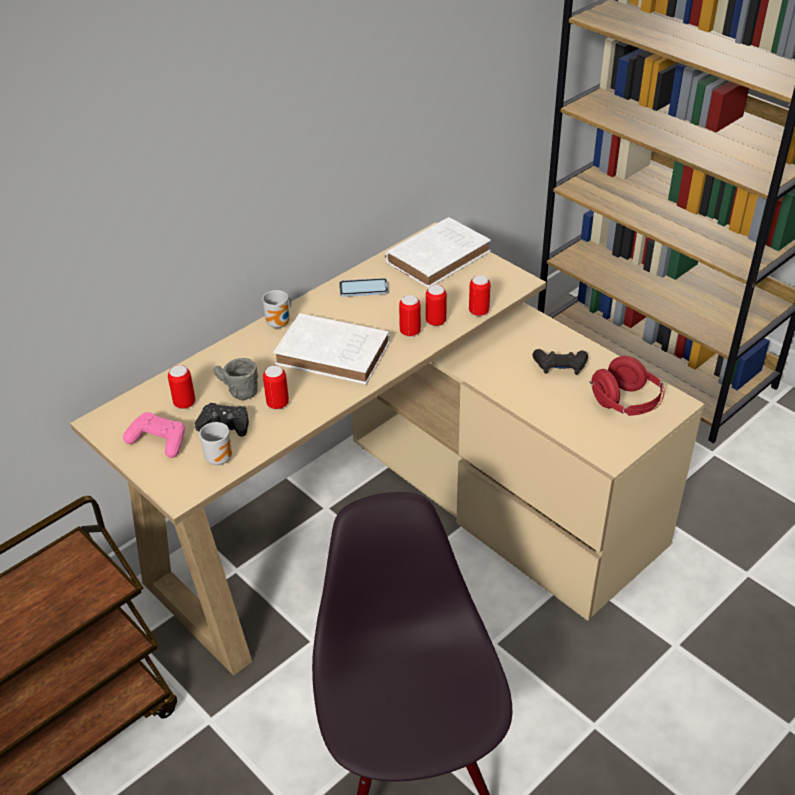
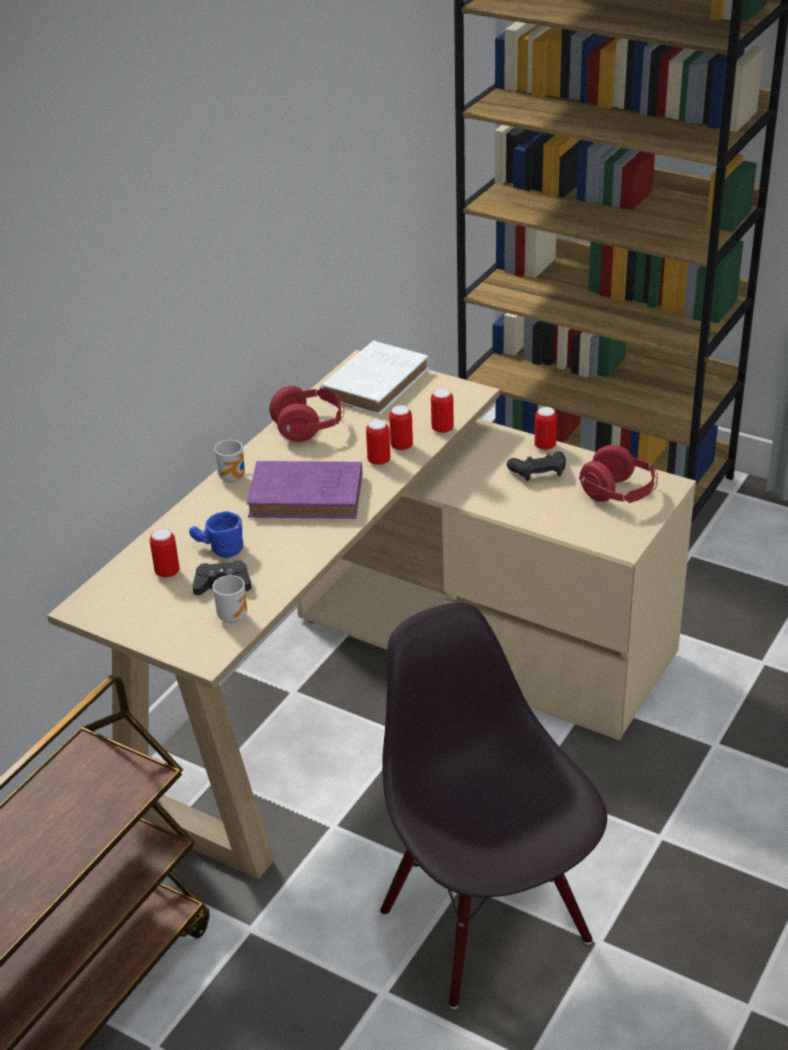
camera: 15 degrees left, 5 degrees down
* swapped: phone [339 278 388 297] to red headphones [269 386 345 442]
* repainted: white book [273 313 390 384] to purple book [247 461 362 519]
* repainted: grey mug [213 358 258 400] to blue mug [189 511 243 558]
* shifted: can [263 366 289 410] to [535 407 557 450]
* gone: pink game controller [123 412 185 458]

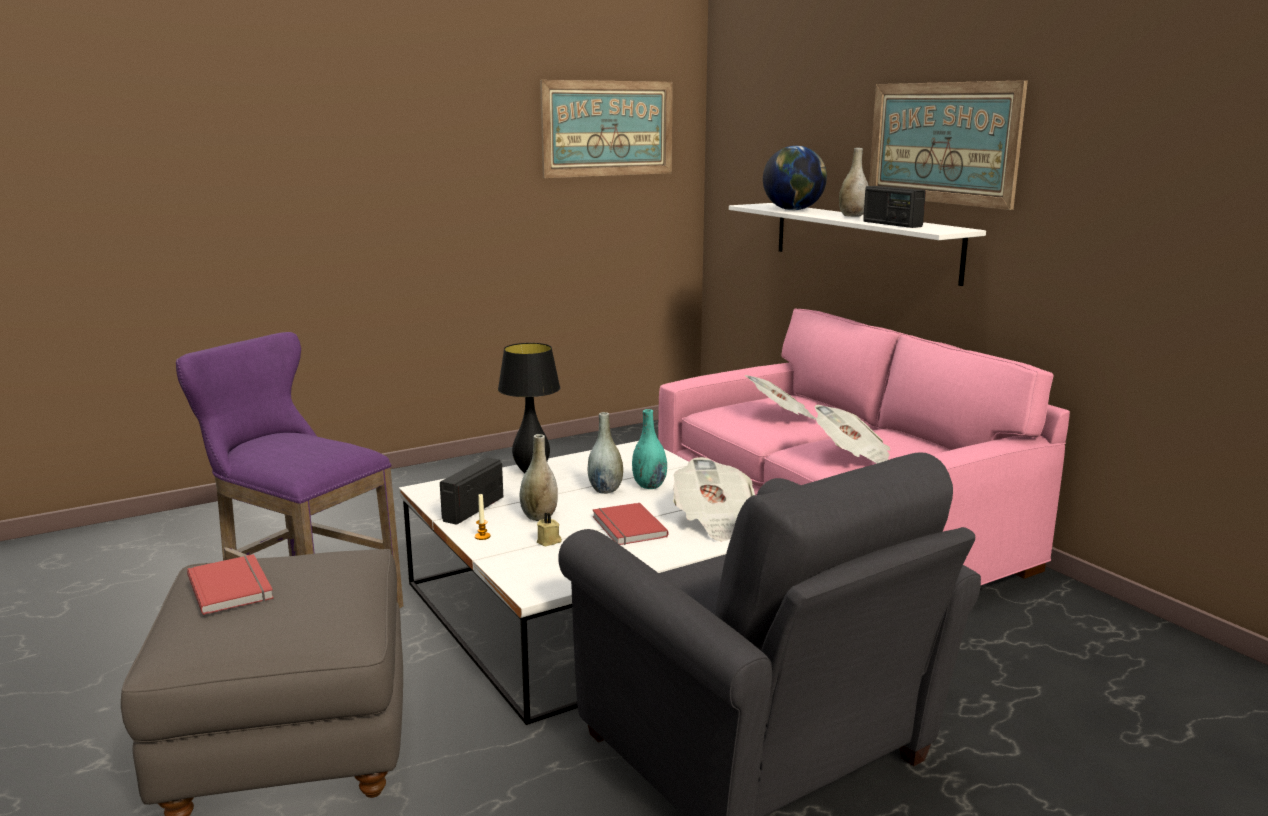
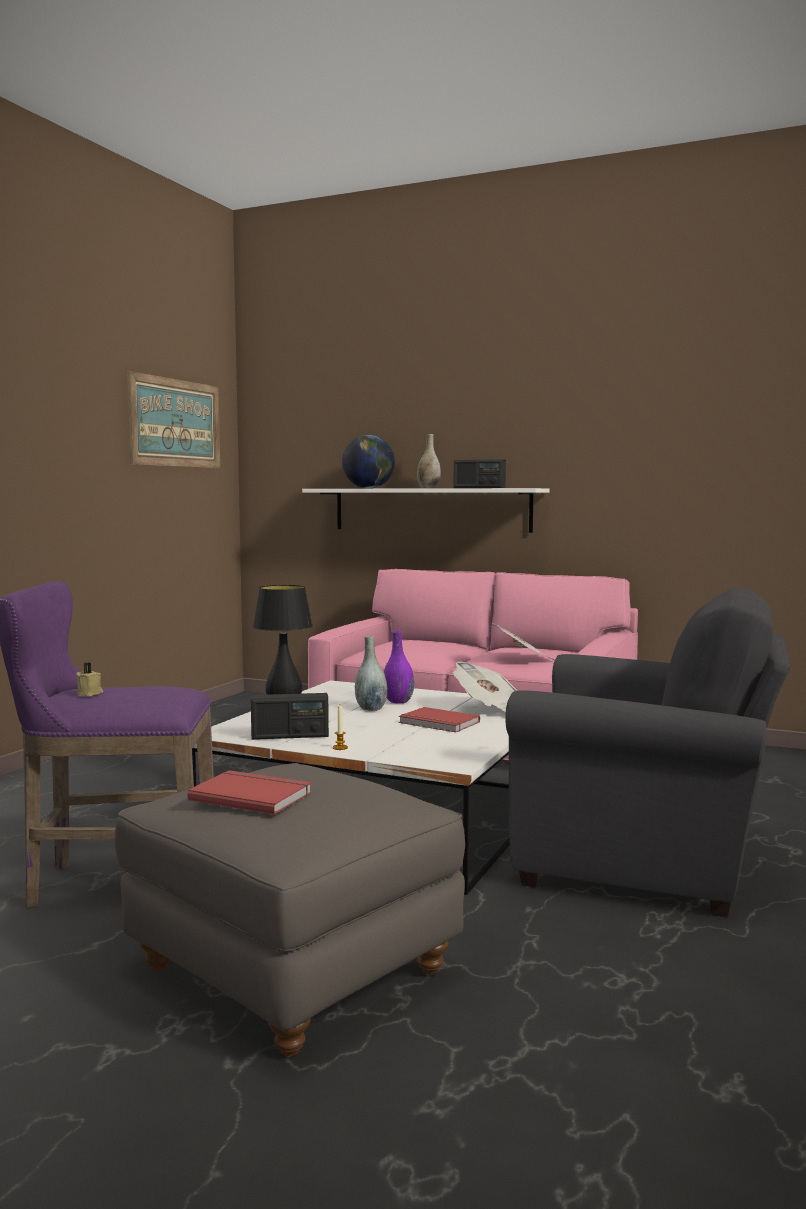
camera: 35 degrees left, 10 degrees down
* gone: picture [869 80 1028 210]
* gone: newspaper [745 375 816 420]
* repainted: turquoise vase [632 409 667 489] to purple vase [384 631 414 703]
* gone: grey vase [520 434 558 521]
* rotated: radio [440 457 503 525] = [251 693 329 740] 90 degrees counterclockwise
* shifted: beige candle [537 513 562 546] to [76 662 103 696]

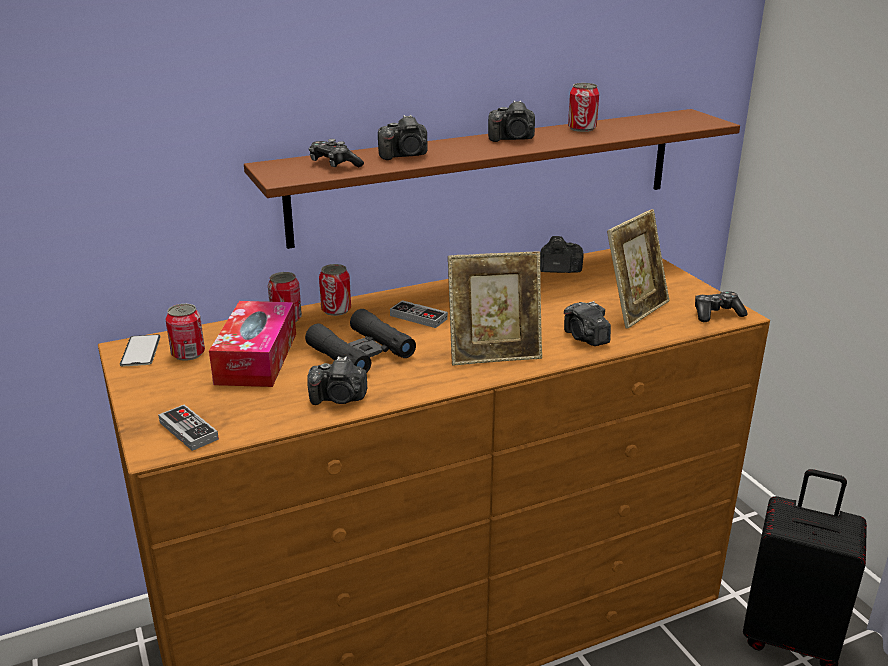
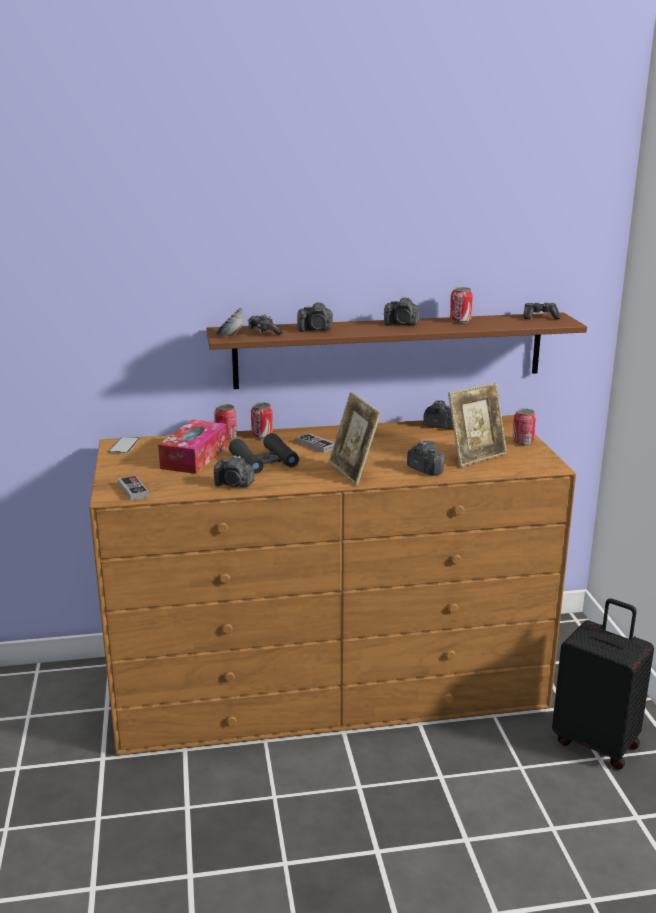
camera: 15 degrees right, 5 degrees down
* rotated: picture frame [448 251 542 366] = [329 392 381 485] 60 degrees clockwise
* shifted: game controller [695 291 748 322] to [523 303 561 319]
* rotated: photo camera [564 301 611 346] = [407 441 445 476] 150 degrees clockwise
* shifted: can [165 304 205 361] to [512 408 536 445]
* new: bowl [215 307 243 336]

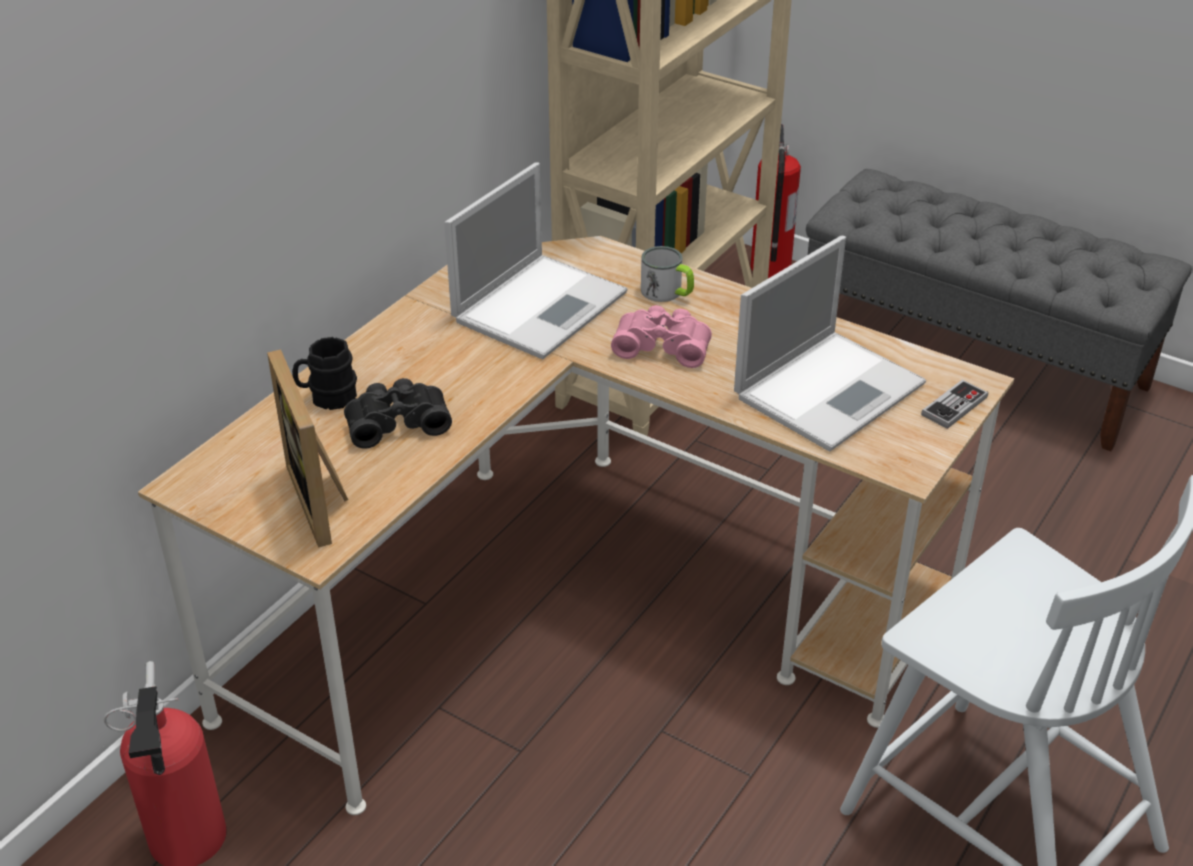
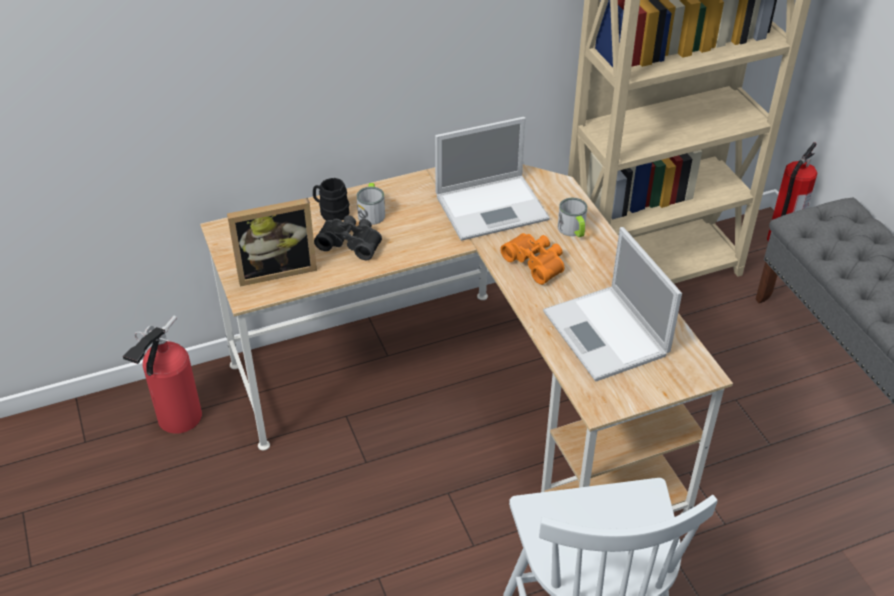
camera: 35 degrees right, 5 degrees up
* rotated: laptop [734 236 926 452] = [543 227 682 382] 75 degrees clockwise
* repainted: pink binoculars [611 305 712 368] to orange binoculars [500 233 564 285]
* rotated: picture frame [267 349 348 548] = [227 198 317 287] 120 degrees counterclockwise
* gone: game controller [921 379 988 429]
* new: mug [357 183 385 225]

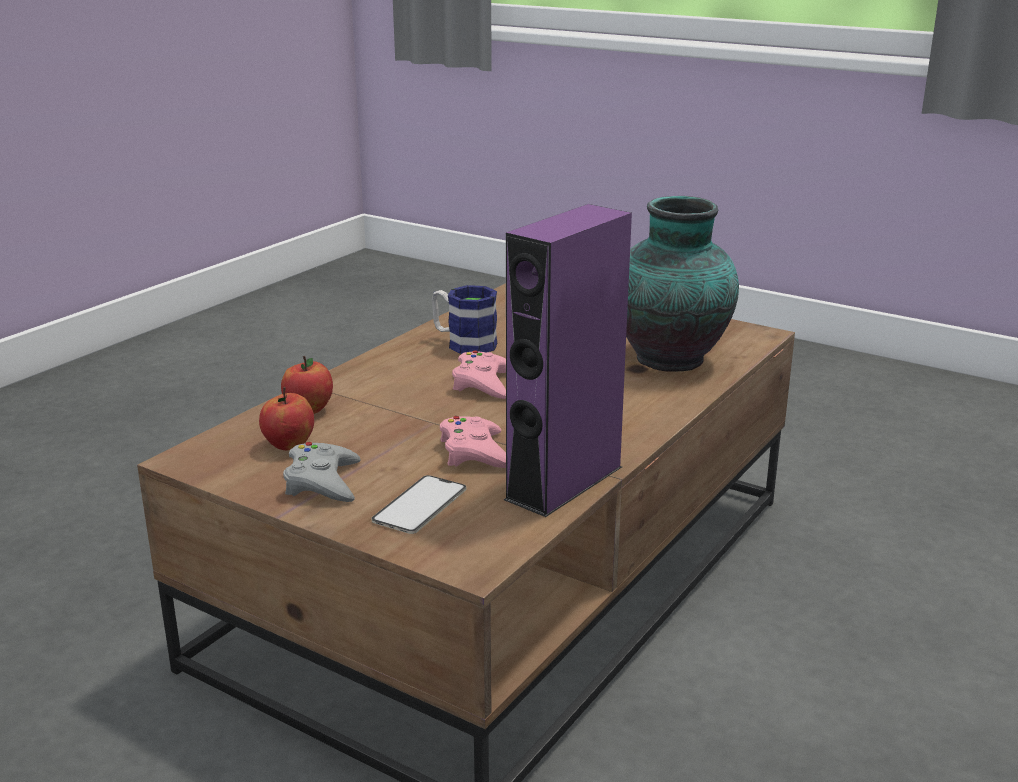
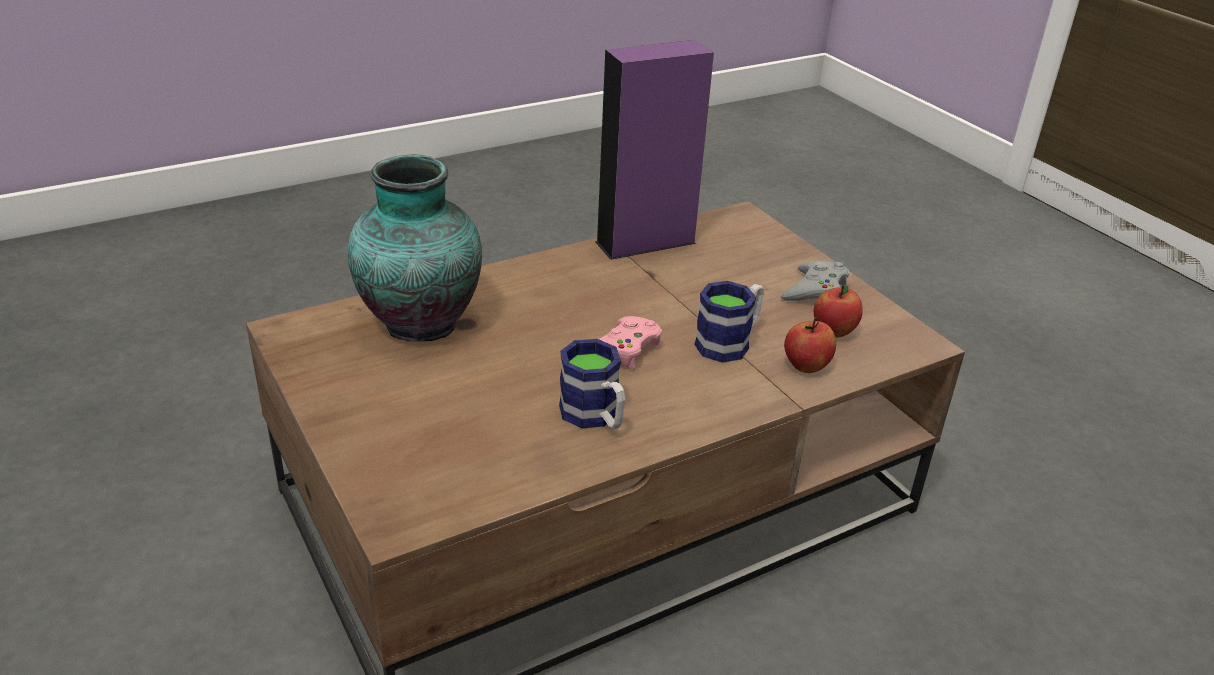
camera: 155 degrees left, 10 degrees up
* gone: pink game controller [440 416 506 468]
* gone: phone [372 475 467 534]
* new: mug [694 281 764 363]

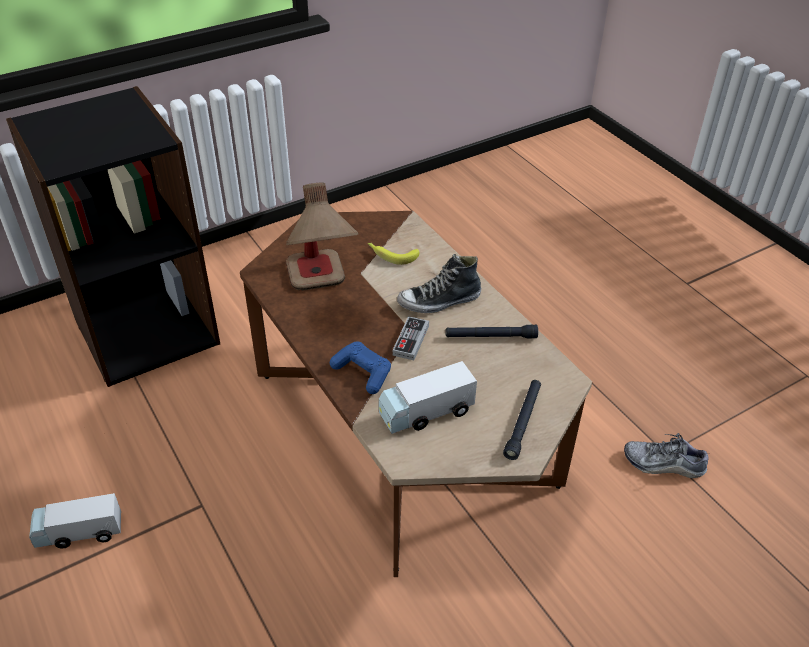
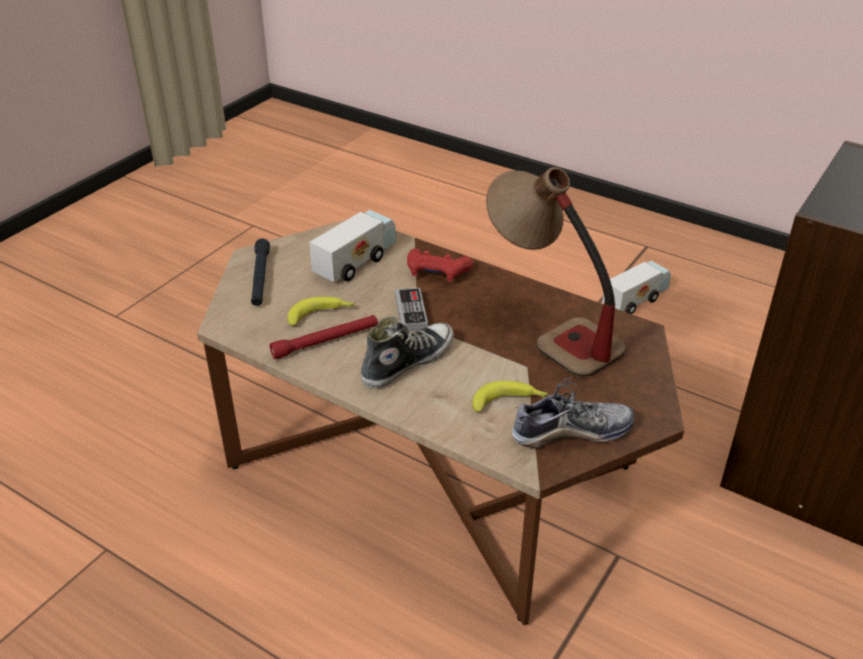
camera: 155 degrees right, 5 degrees down
* repainted: black flashlight [446 324 538 339] to red flashlight [270 315 378 359]
* repainted: blue game controller [330 341 391 394] to red game controller [407 249 473 282]
* shifted: shoe [624 433 713 478] to [511 377 634 448]
* new: banana [287 296 355 326]

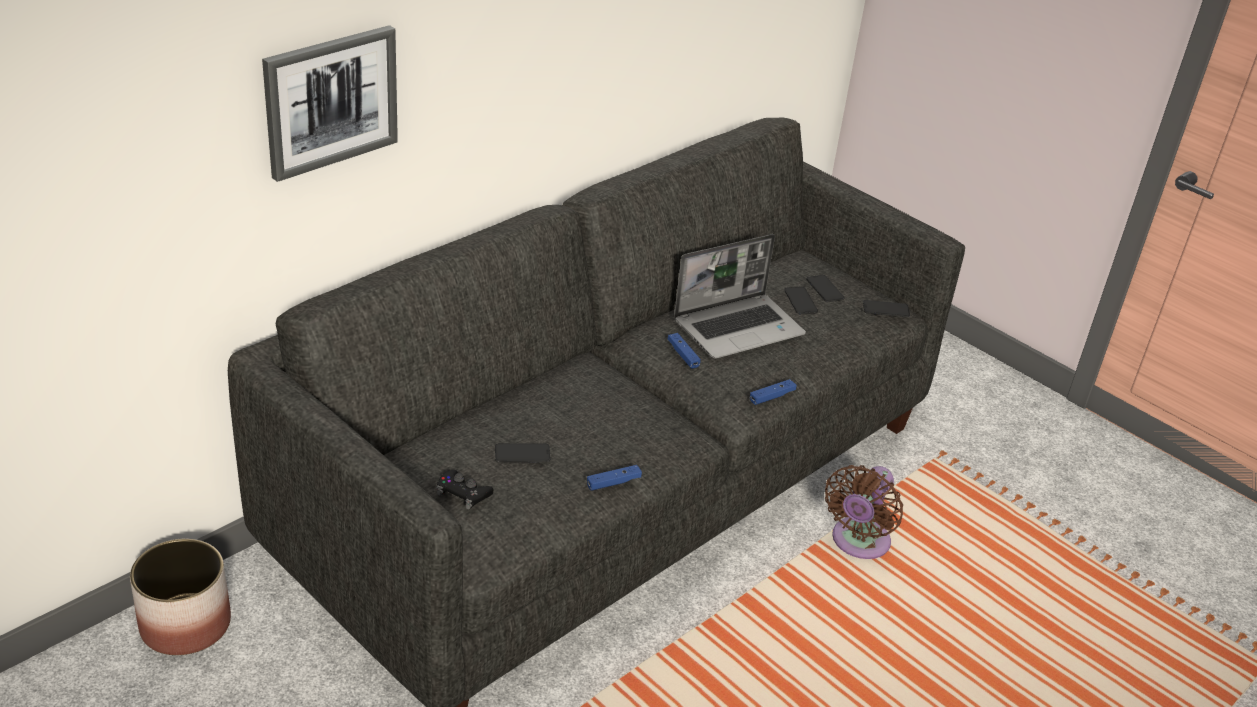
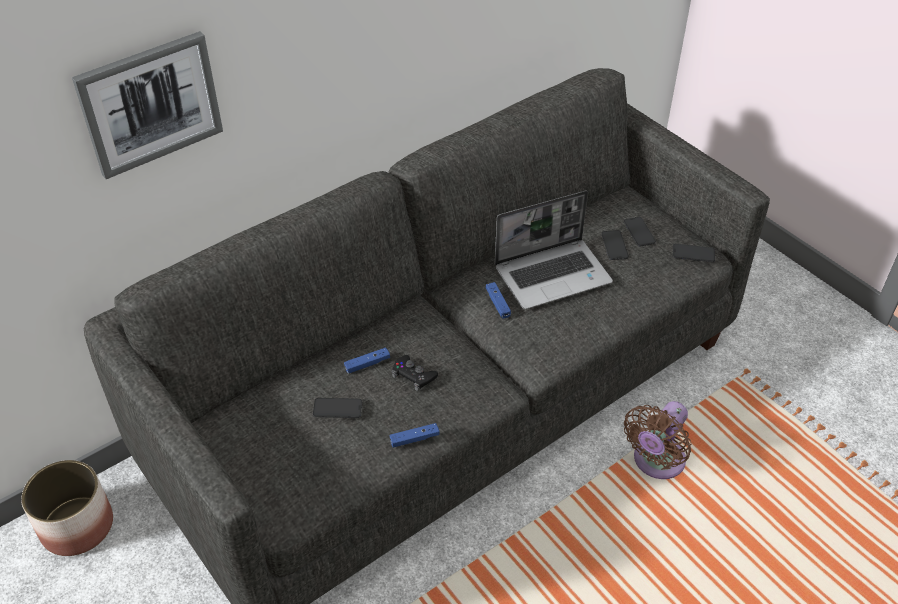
camera: 10 degrees right, 10 degrees up
* shifted: blue game controller [750 379 797 405] to [344 347 390 374]
* shifted: black game controller [437 470 493 509] to [392 355 438 391]

